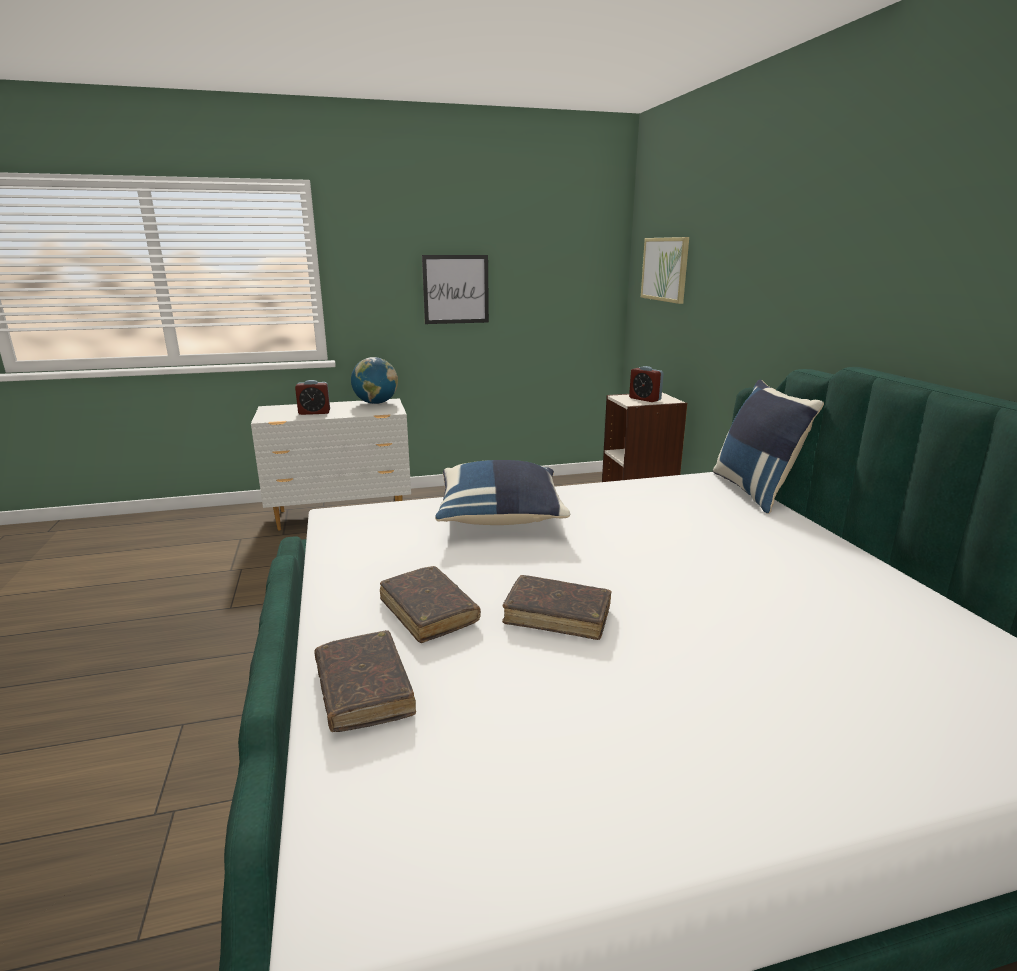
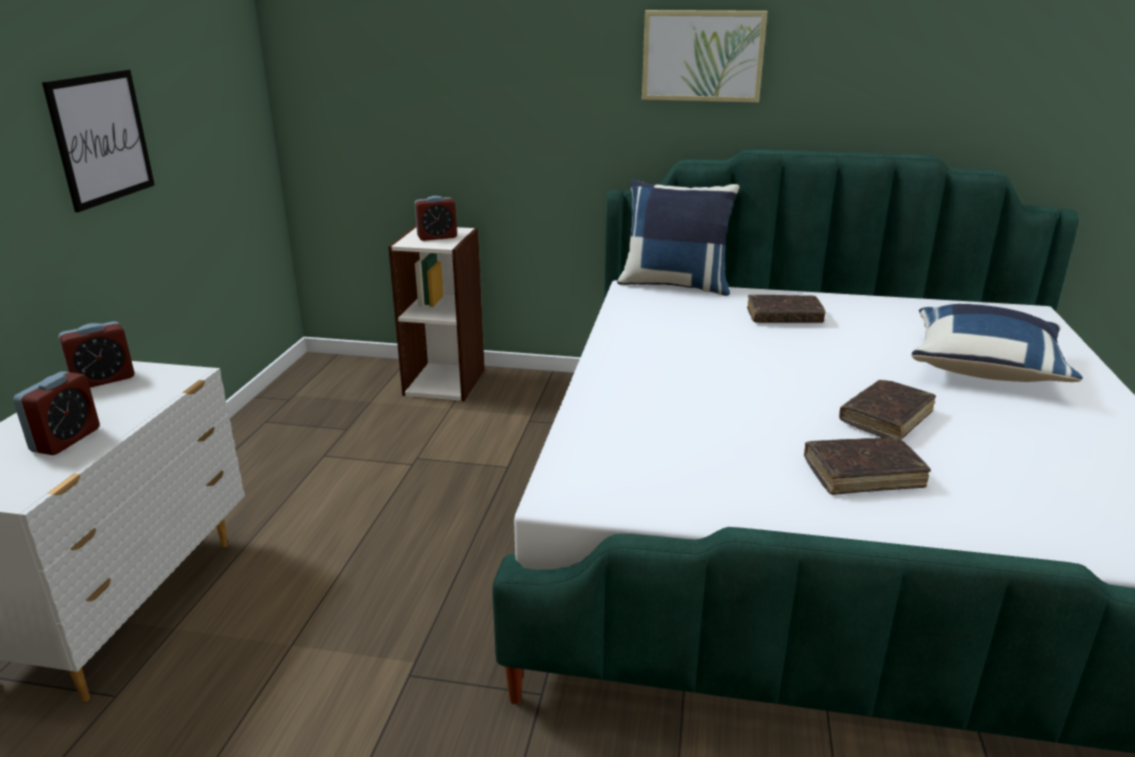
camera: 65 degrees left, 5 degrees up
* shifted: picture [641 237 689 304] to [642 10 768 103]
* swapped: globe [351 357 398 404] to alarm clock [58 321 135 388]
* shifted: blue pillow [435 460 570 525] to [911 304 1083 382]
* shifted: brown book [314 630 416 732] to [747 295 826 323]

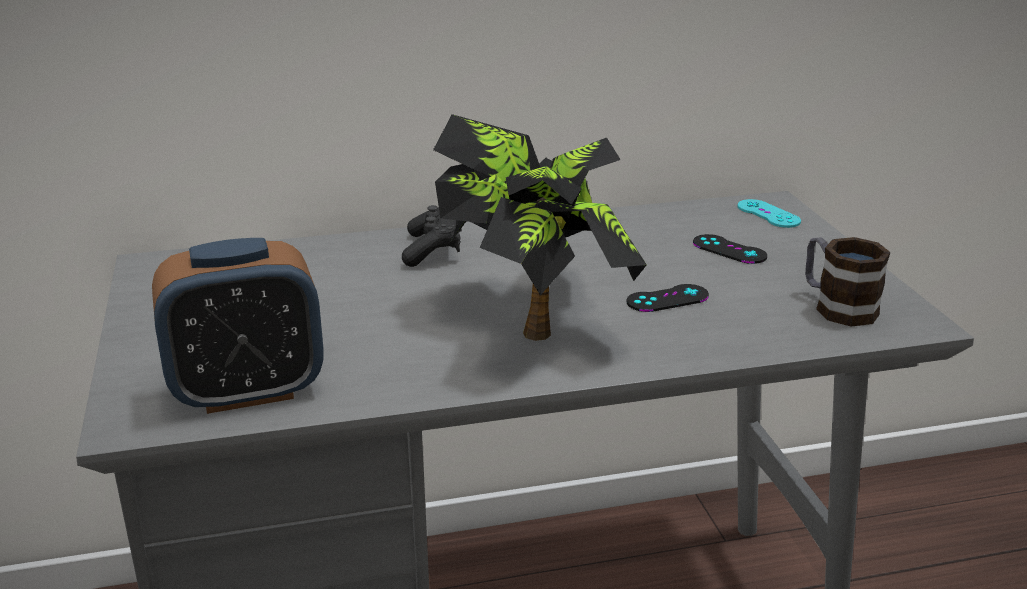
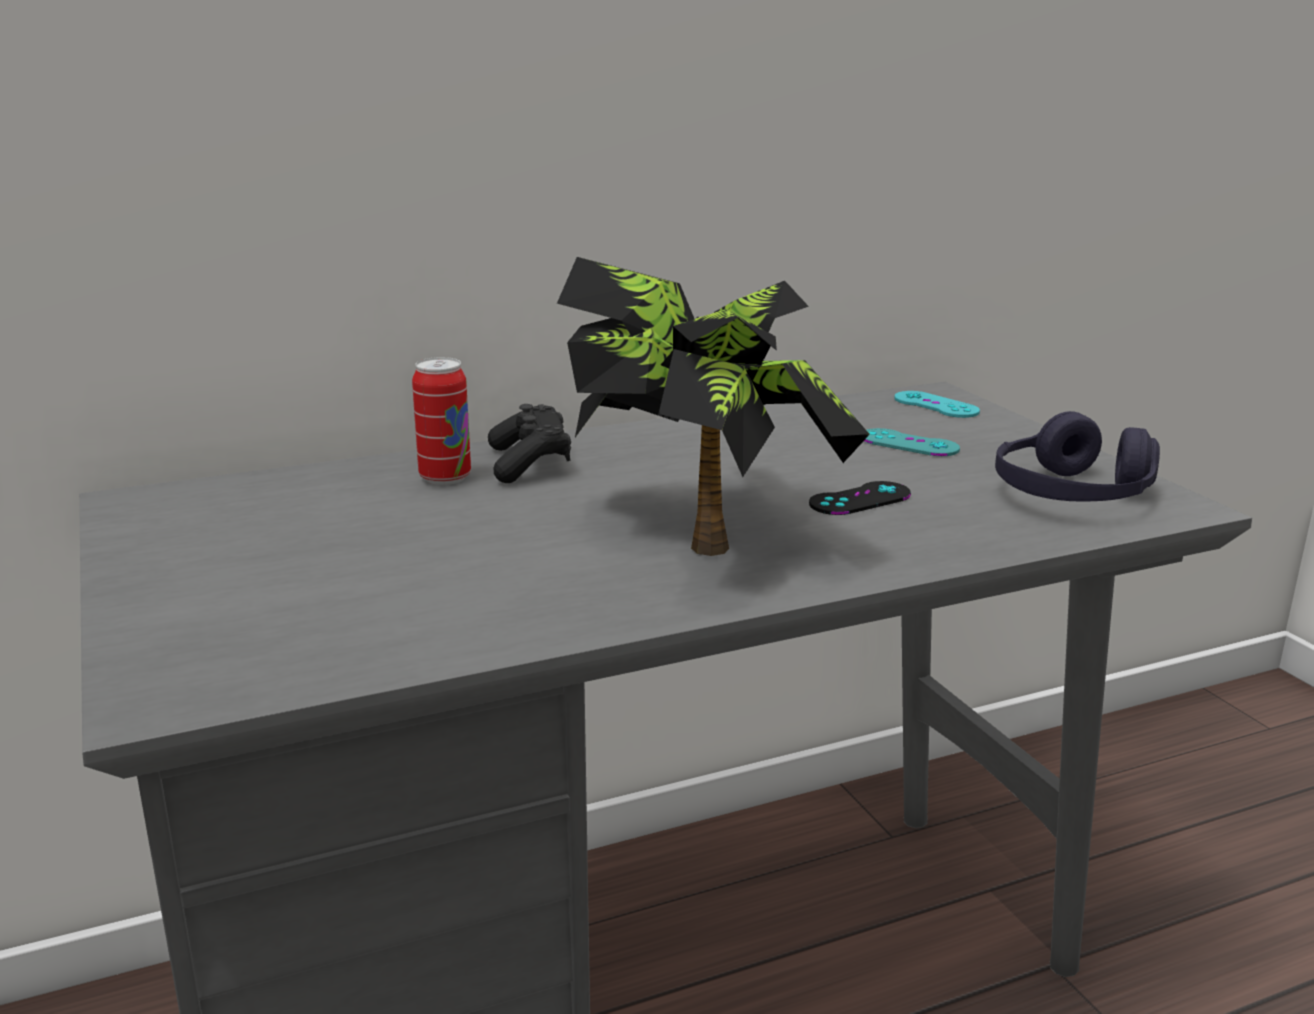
camera: 10 degrees left, 5 degrees down
* repainted: black game controller [693 234 767 264] to turquoise game controller [864 428 960 456]
* swapped: mug [805 237 891 327] to purple headphones [995 411 1160 502]
* gone: alarm clock [152 238 324 414]
* new: can [412 357 471 485]

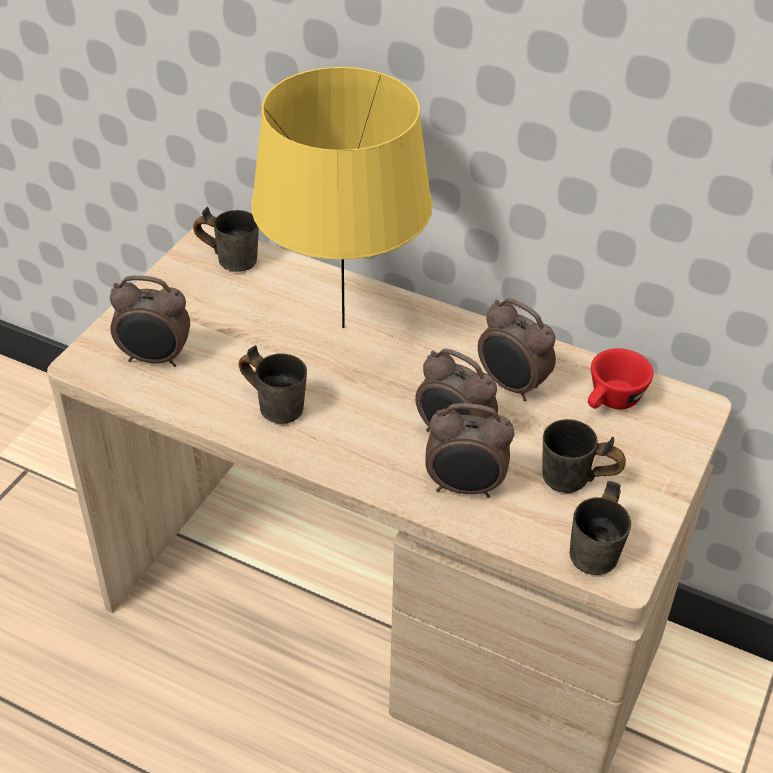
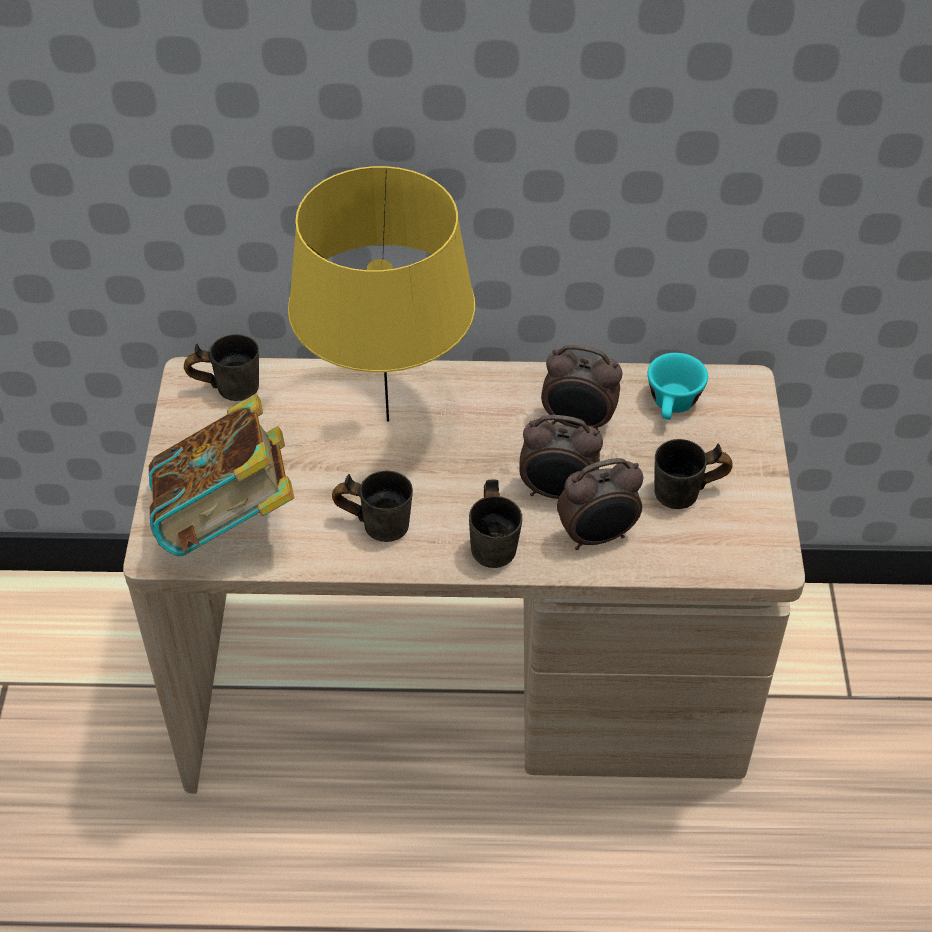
camera: 25 degrees left, 5 degrees up
* swapped: alarm clock [110 275 190 367] to book [149 394 294 556]
* repainted: red cup [588 348 653 409] to turquoise cup [647 353 708 420]
* shifted: grey mug [570 481 631 575] to [469 480 522 568]

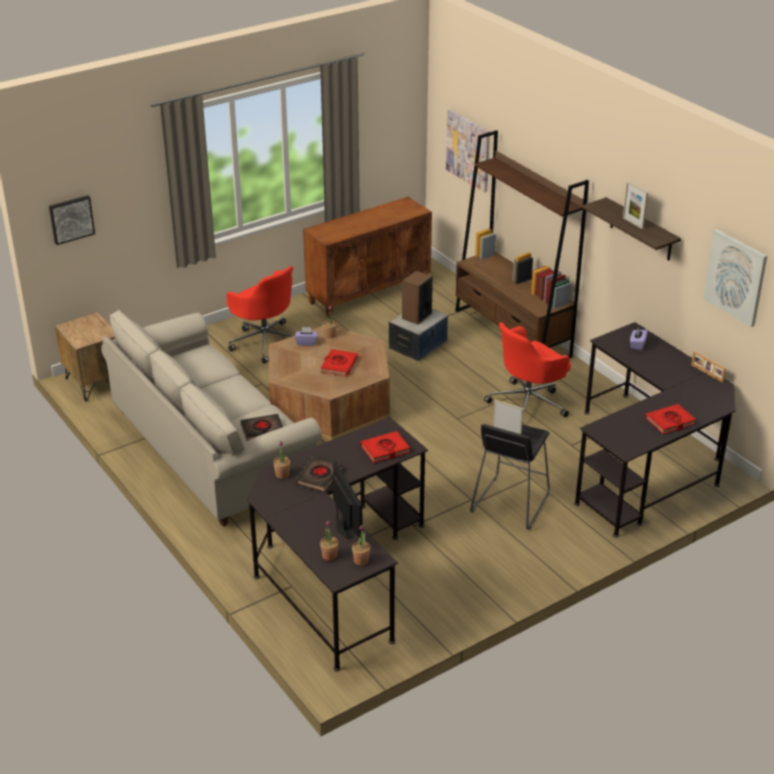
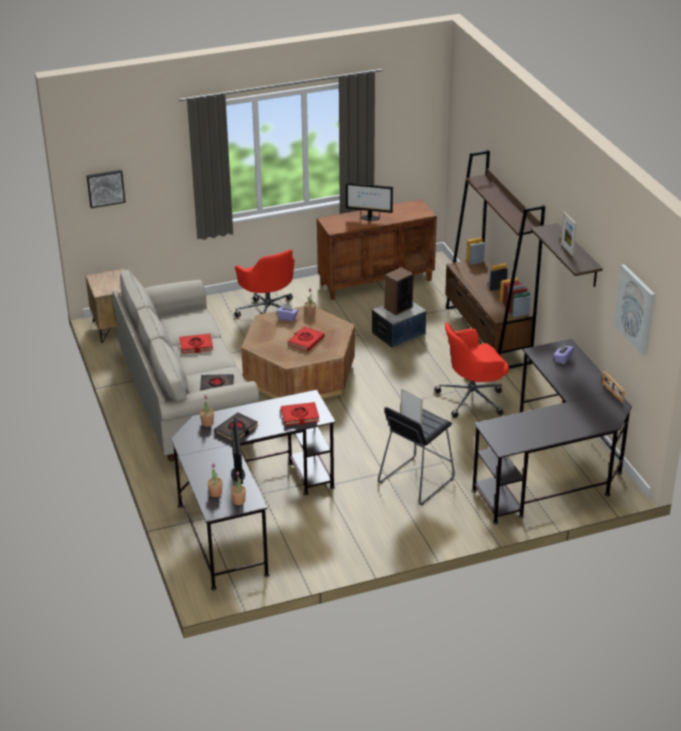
camera: 15 degrees right, 0 degrees up
* gone: picture [446 110 490 193]
* shifted: red book [645 404 696 434] to [179 334 213 354]
* new: monitor [346 182 393 221]

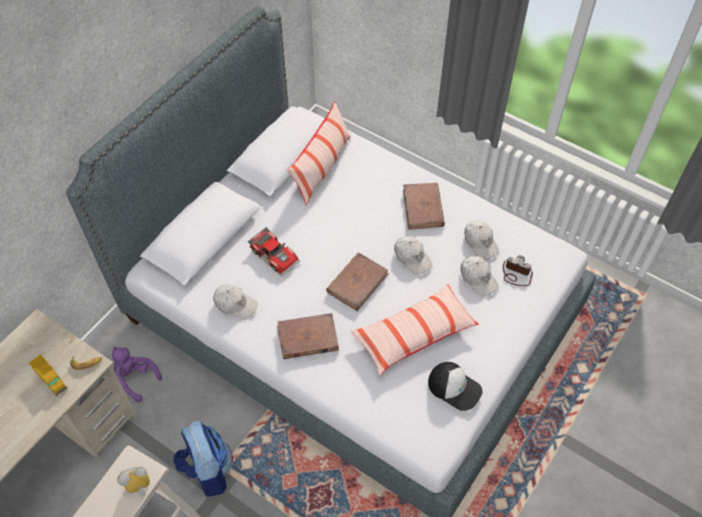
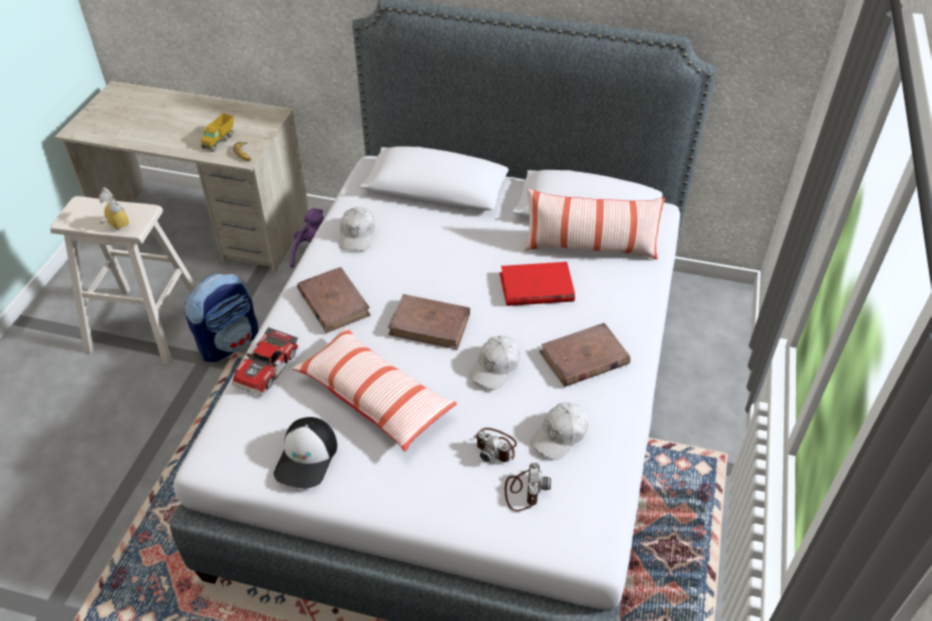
camera: 70 degrees right, 10 degrees down
* shifted: toy car [248 227 300 276] to [232 327 298 396]
* swapped: white cap [461 256 499 296] to photo camera [474 428 517 462]
* new: red book [499 262 575 306]

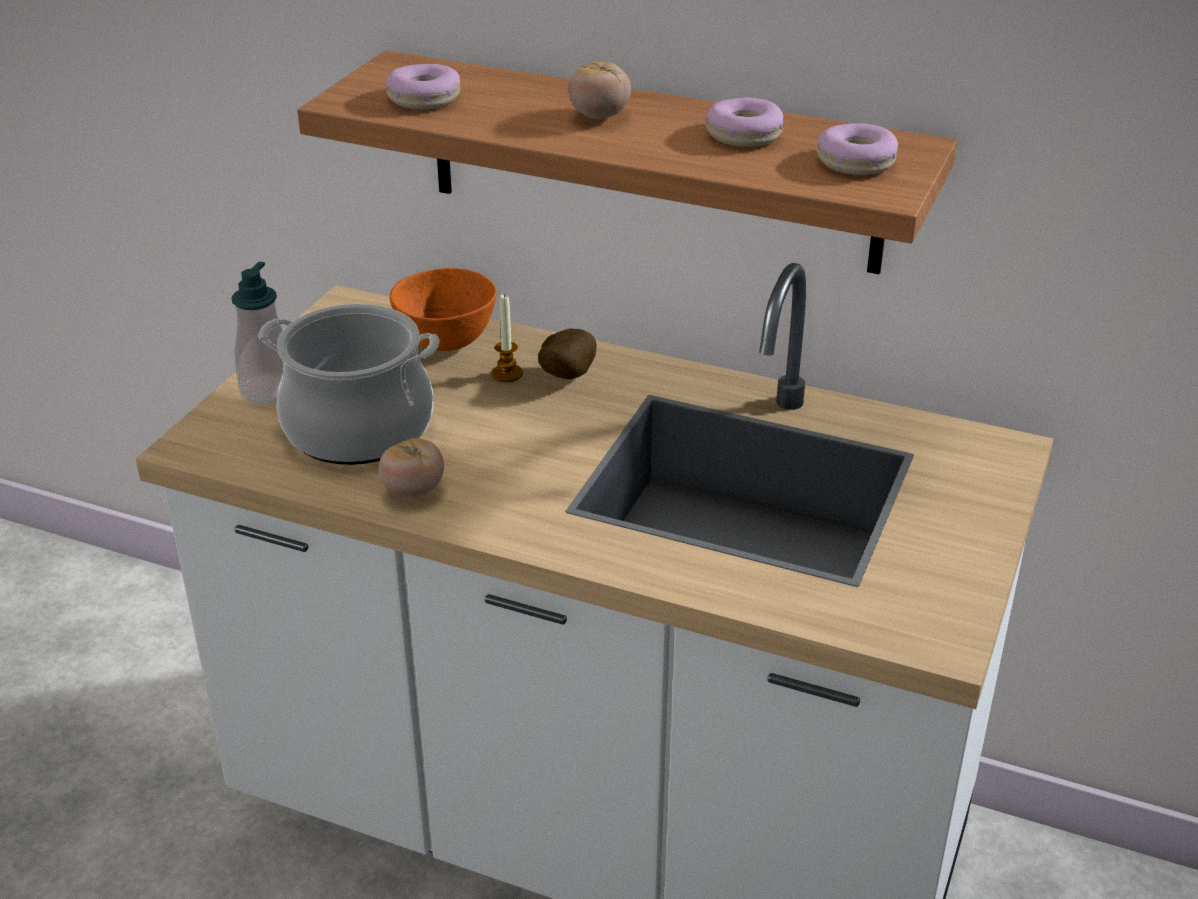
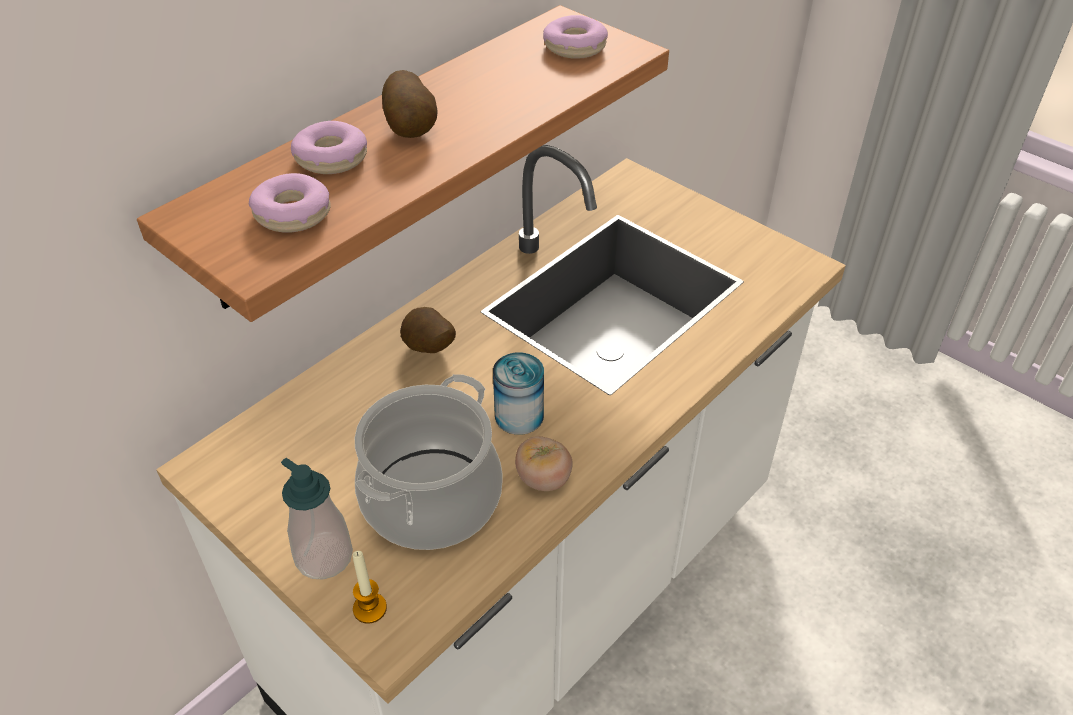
camera: 70 degrees left, 10 degrees up
* swapped: tomato [568 62 631 119] to potato [382 70 437 138]
* shifted: donut [706 97 783 147] to [291 121 367 174]
* gone: orange bowl [389 268 497 351]
* shifted: candle [492 294 523 382] to [353 551 387 624]
* new: can [493 352 544 435]

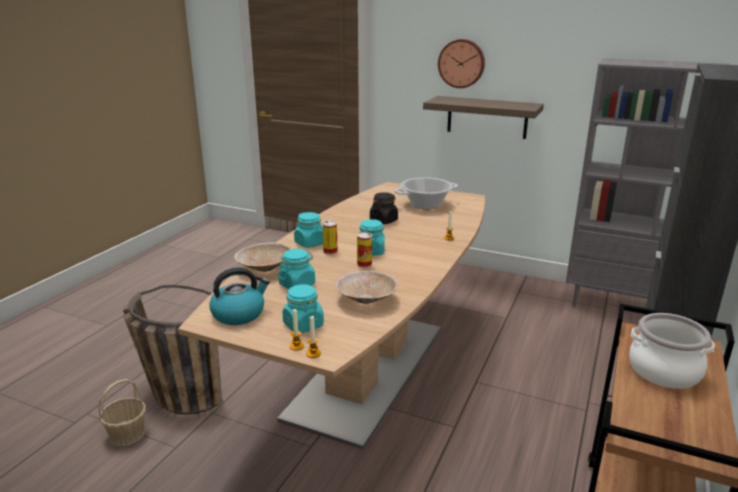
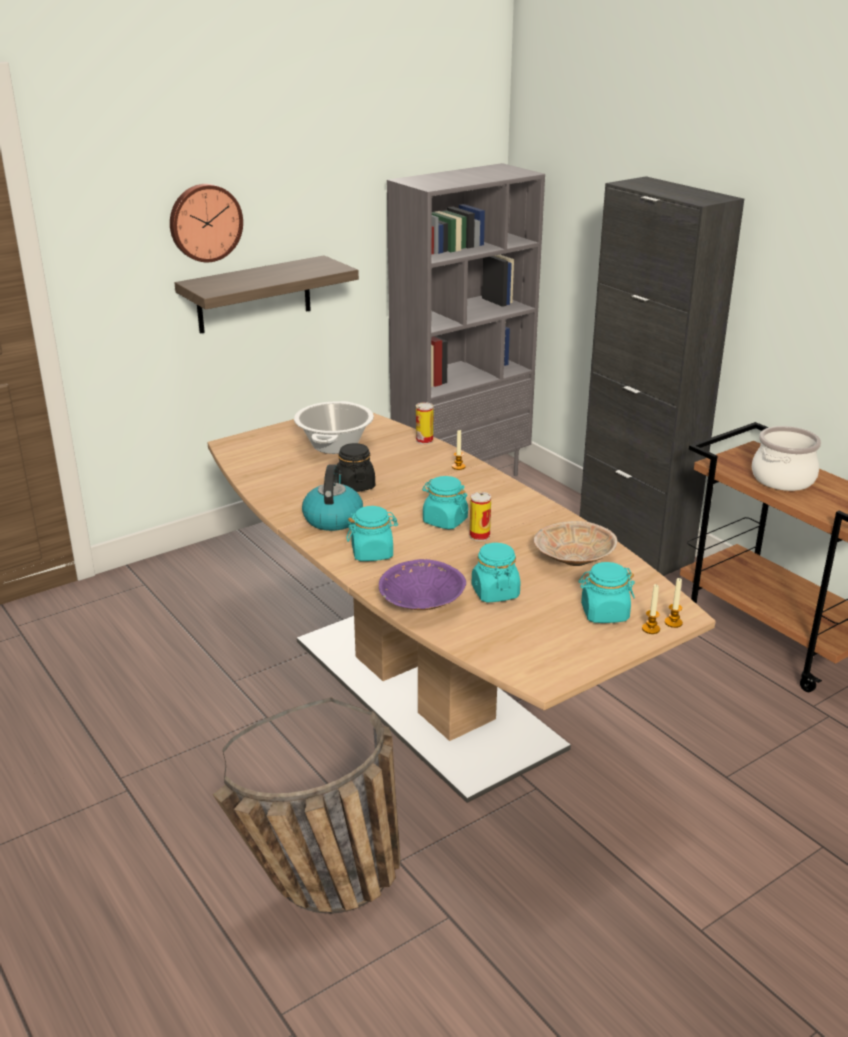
camera: 60 degrees left, 5 degrees up
* shifted: can [322 221 338 255] to [416 402 433 444]
* repainted: beige bowl [234 242 292 272] to purple bowl [379 559 466 610]
* shifted: kettle [209 267 270 325] to [302 464 363 531]
* gone: basket [98 379 146 446]

